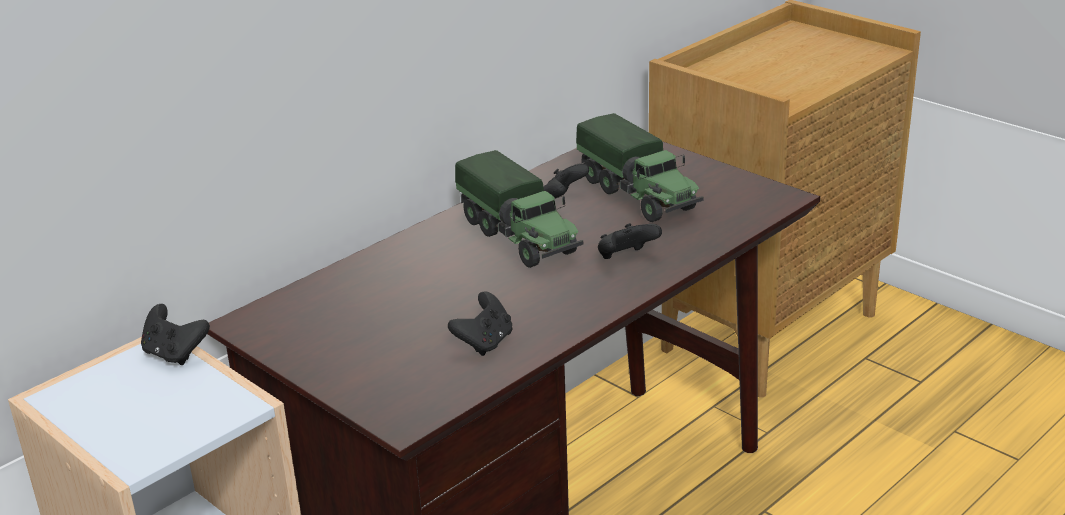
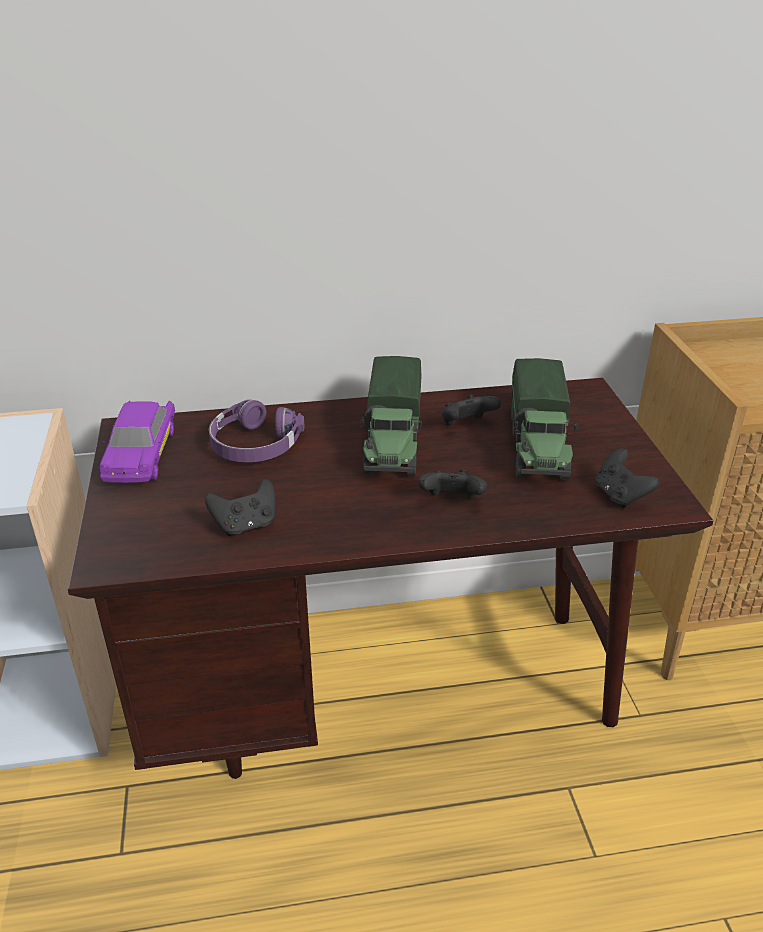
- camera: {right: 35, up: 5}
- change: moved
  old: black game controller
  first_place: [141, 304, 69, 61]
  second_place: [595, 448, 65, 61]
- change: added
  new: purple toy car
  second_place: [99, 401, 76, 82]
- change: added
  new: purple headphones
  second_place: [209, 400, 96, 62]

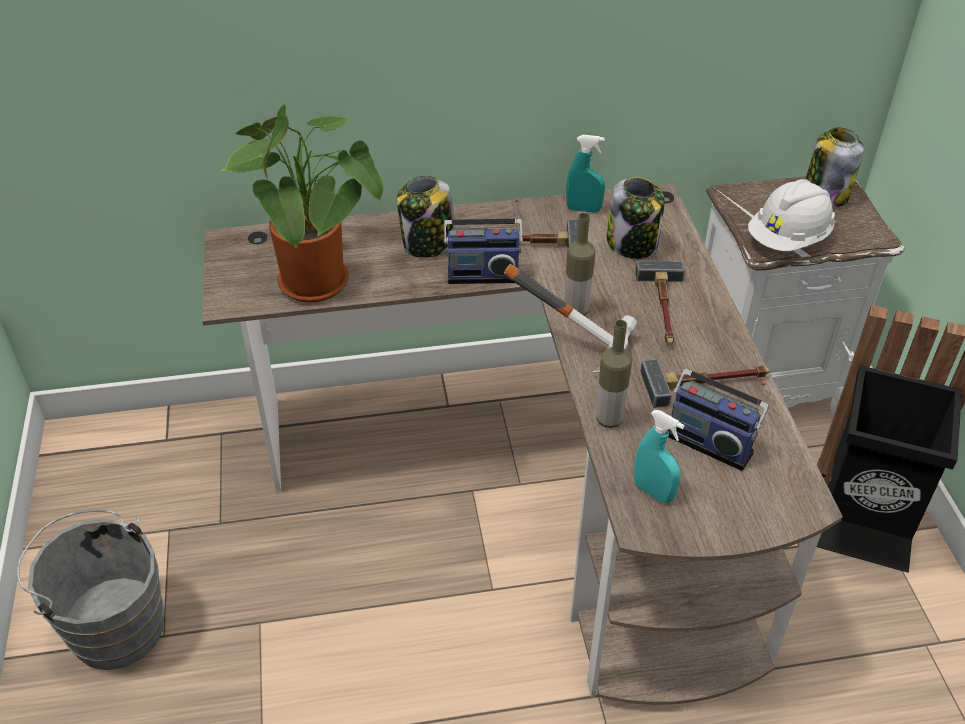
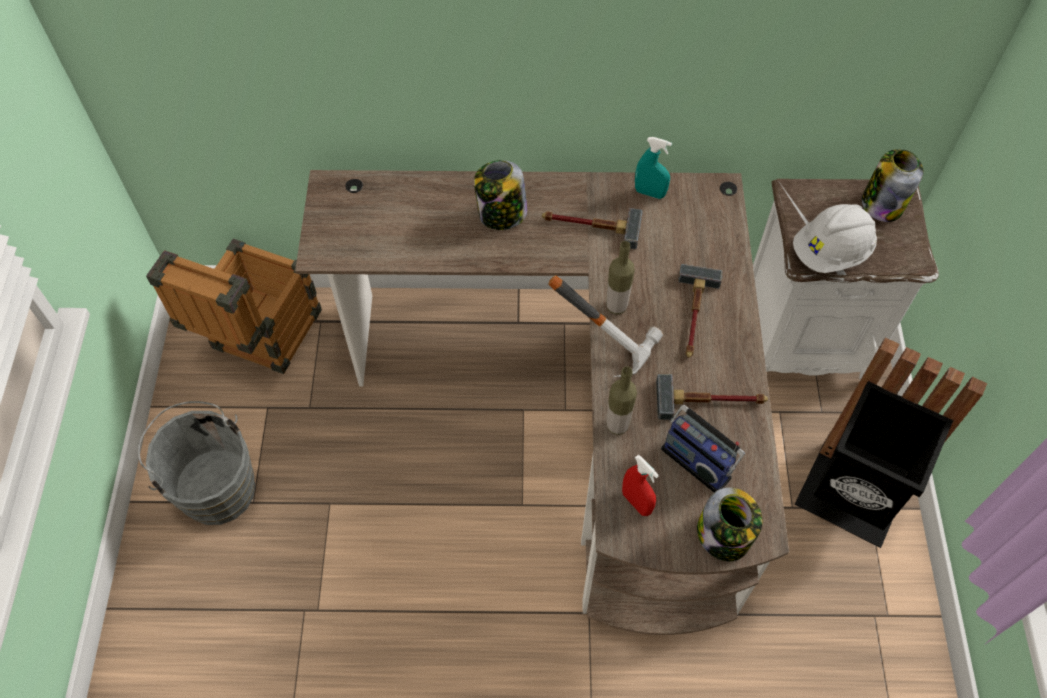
- camera: {right: 10, up: 15}
- change: removed
  old: potted plant
  first_place: [220, 104, 164, 199]
- change: removed
  old: radio
  first_place: [444, 198, 79, 86]
- change: moved
  old: jar
  first_place: [607, 177, 58, 82]
  second_place: [697, 487, 65, 74]
- change: recoloured
  old: turquoise spray bottle
  new: red spray bottle
  first_place: [634, 410, 50, 93]
  second_place: [622, 455, 37, 61]
- change: added
  new: crate
  second_place: [146, 239, 176, 135]

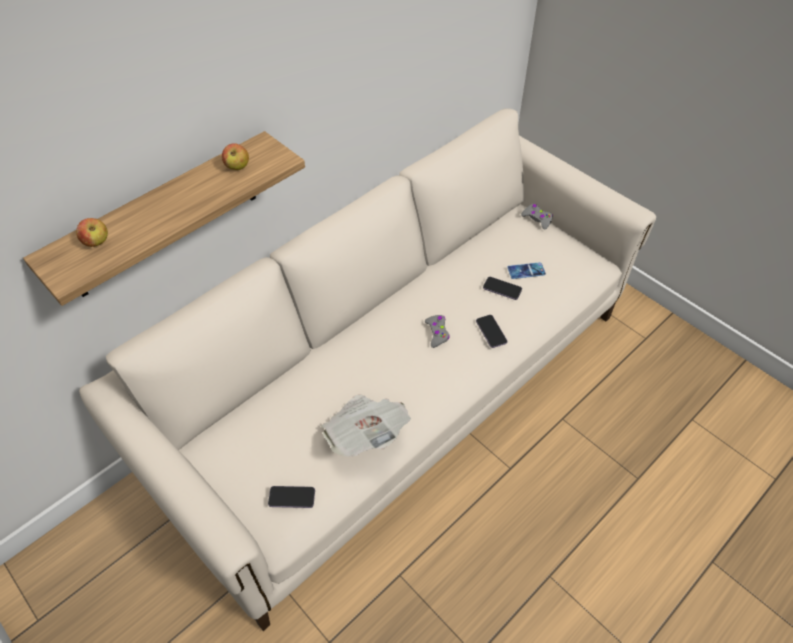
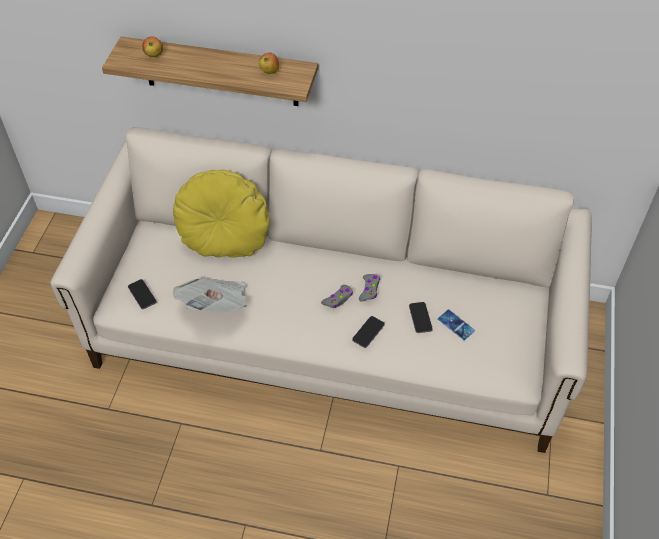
- camera: {right: 55, up: 0}
- change: moved
  old: grey game controller
  first_place: [521, 204, 32, 26]
  second_place: [359, 274, 21, 27]
- change: added
  new: yellow pillow
  second_place: [173, 170, 97, 88]

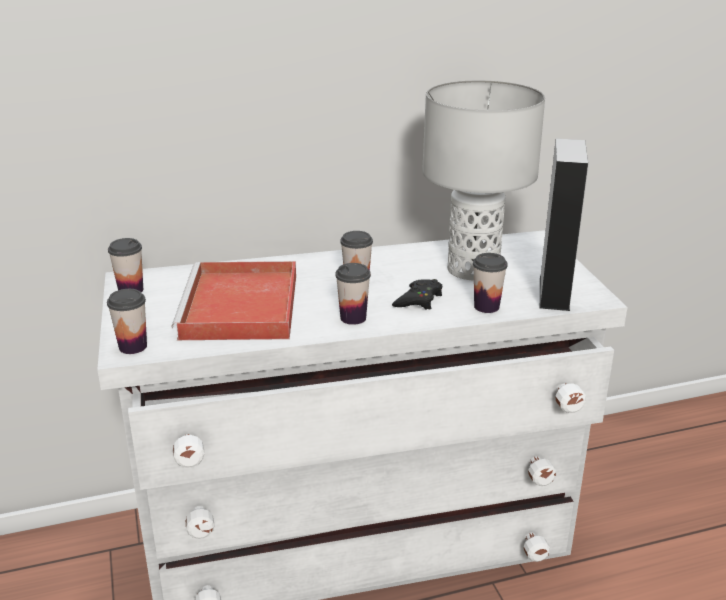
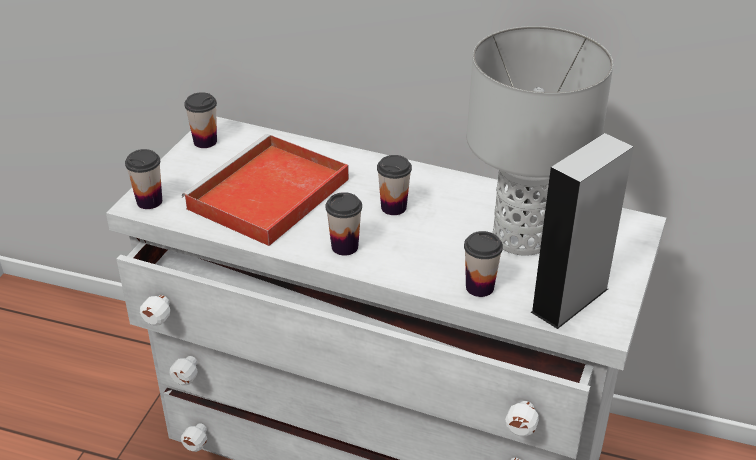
- camera: {right: 35, up: 10}
- change: removed
  old: black game controller
  first_place: [392, 279, 50, 31]

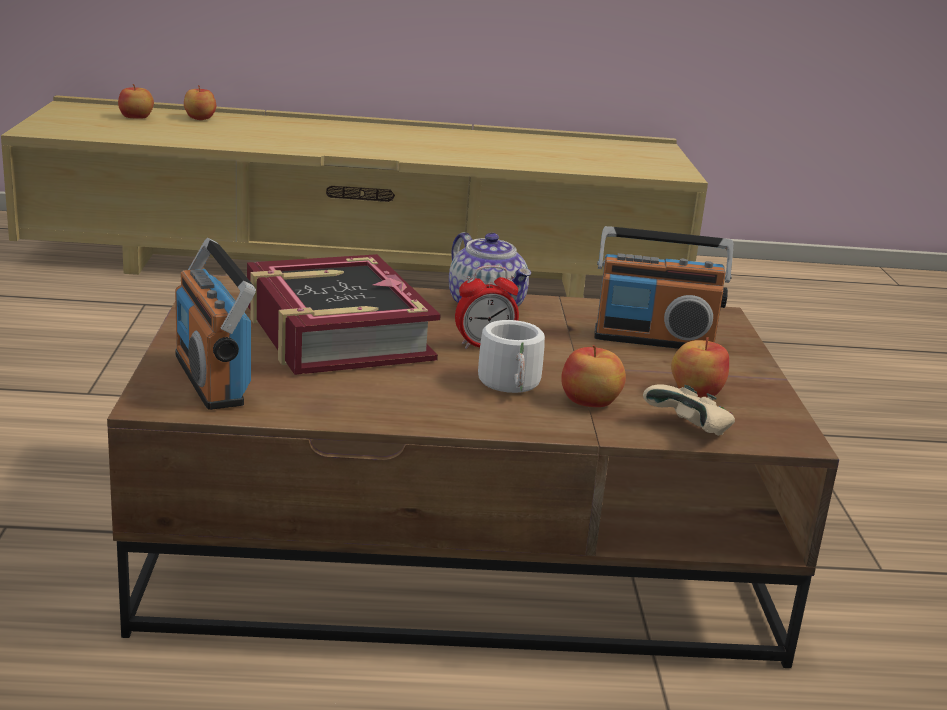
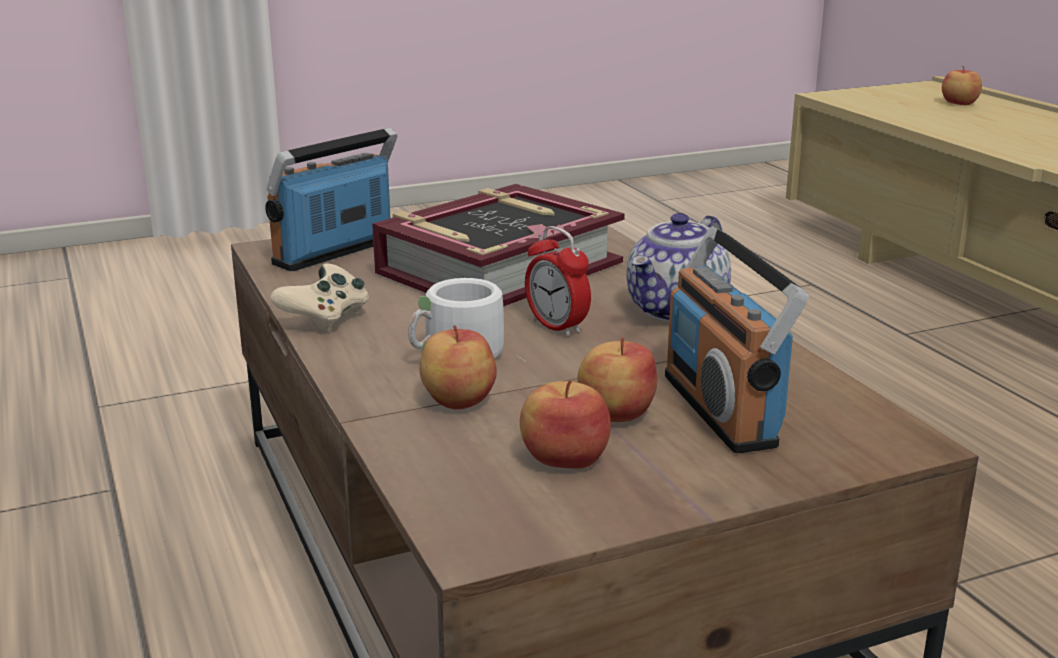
- camera: {right: 70, up: 0}
- change: moved
  old: apple
  first_place: [184, 85, 32, 35]
  second_place: [577, 337, 80, 85]
- change: moved
  old: beige game controller
  first_place: [643, 385, 92, 51]
  second_place: [270, 263, 99, 69]

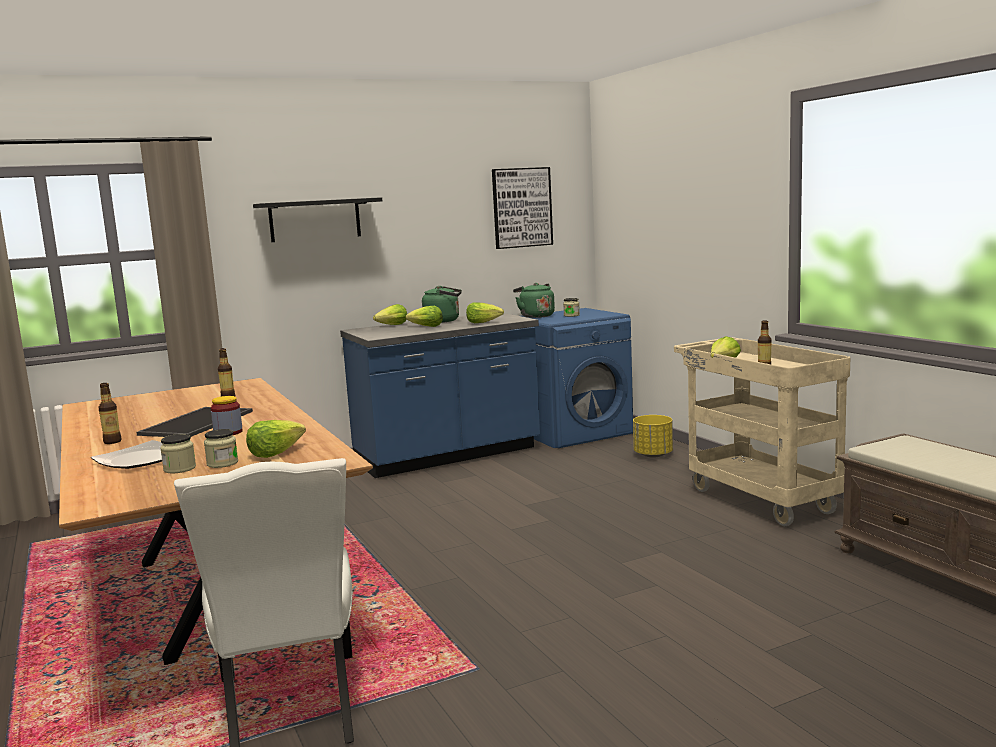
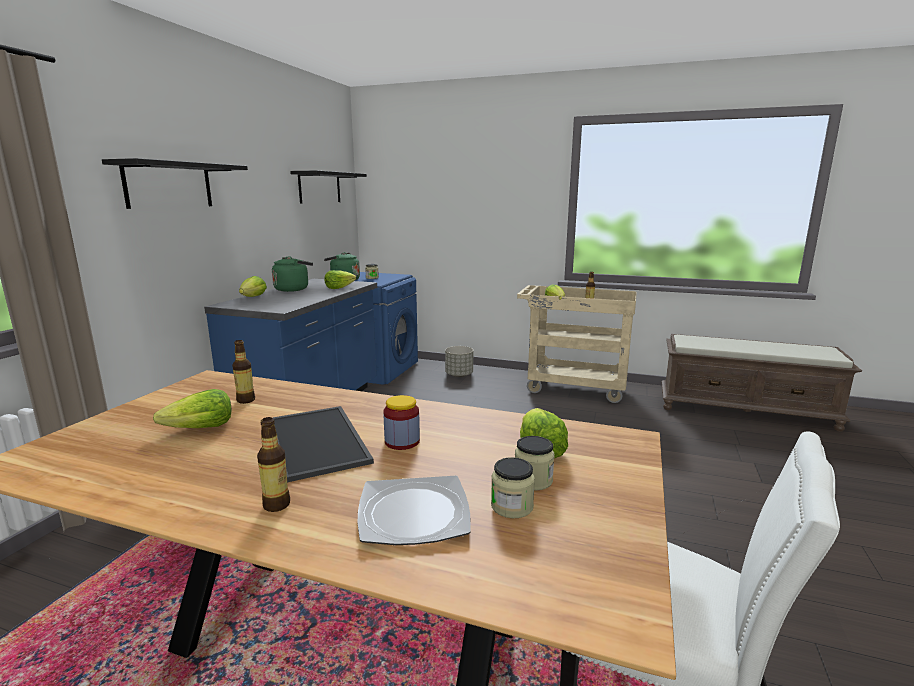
- camera: {right: -45, up: 5}
- change: moved
  old: lettuce
  first_place: [406, 306, 37, 21]
  second_place: [153, 389, 79, 39]
- change: replaced
  old: picture
  new: black shelf
  first_place: [492, 167, 61, 82]
  second_place: [290, 170, 77, 33]
- change: recoloured
  old: yellow planter
  new: grey planter
  first_place: [633, 415, 40, 43]
  second_place: [445, 346, 28, 31]

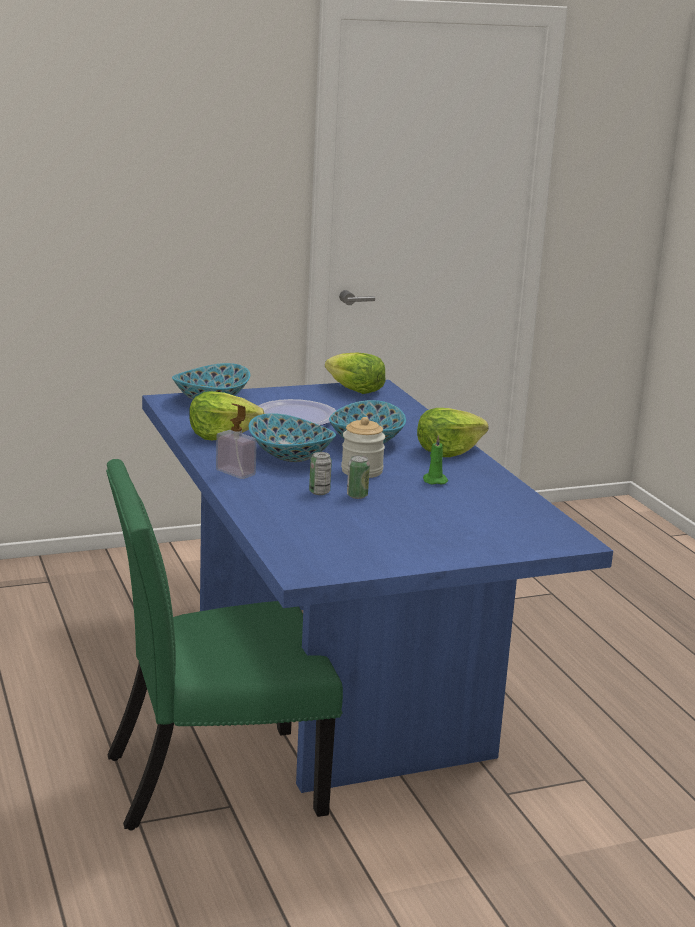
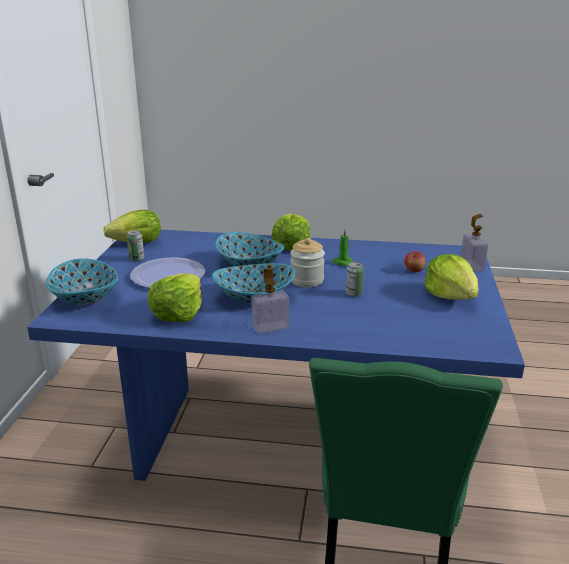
- camera: {right: -60, up: 5}
- change: moved
  old: can
  first_place: [309, 452, 23, 43]
  second_place: [127, 230, 17, 31]
- change: added
  new: apple
  second_place: [404, 251, 22, 21]
- change: added
  new: lettuce
  second_place: [424, 254, 55, 46]
- change: added
  new: soap dispenser
  second_place: [461, 214, 27, 58]

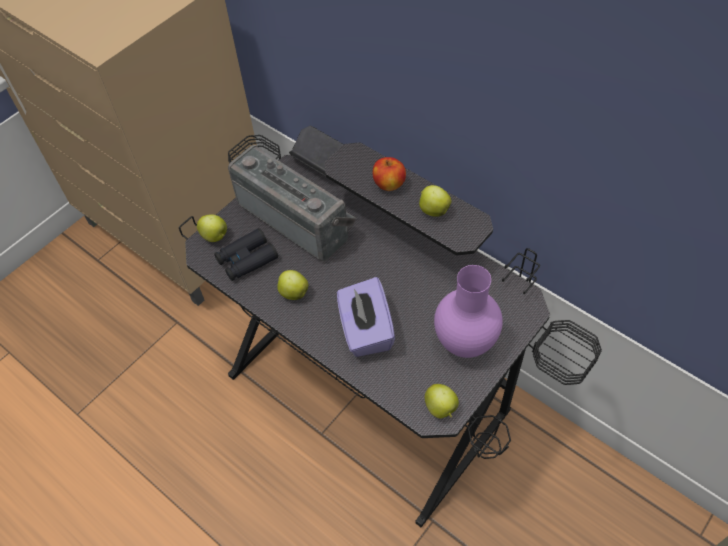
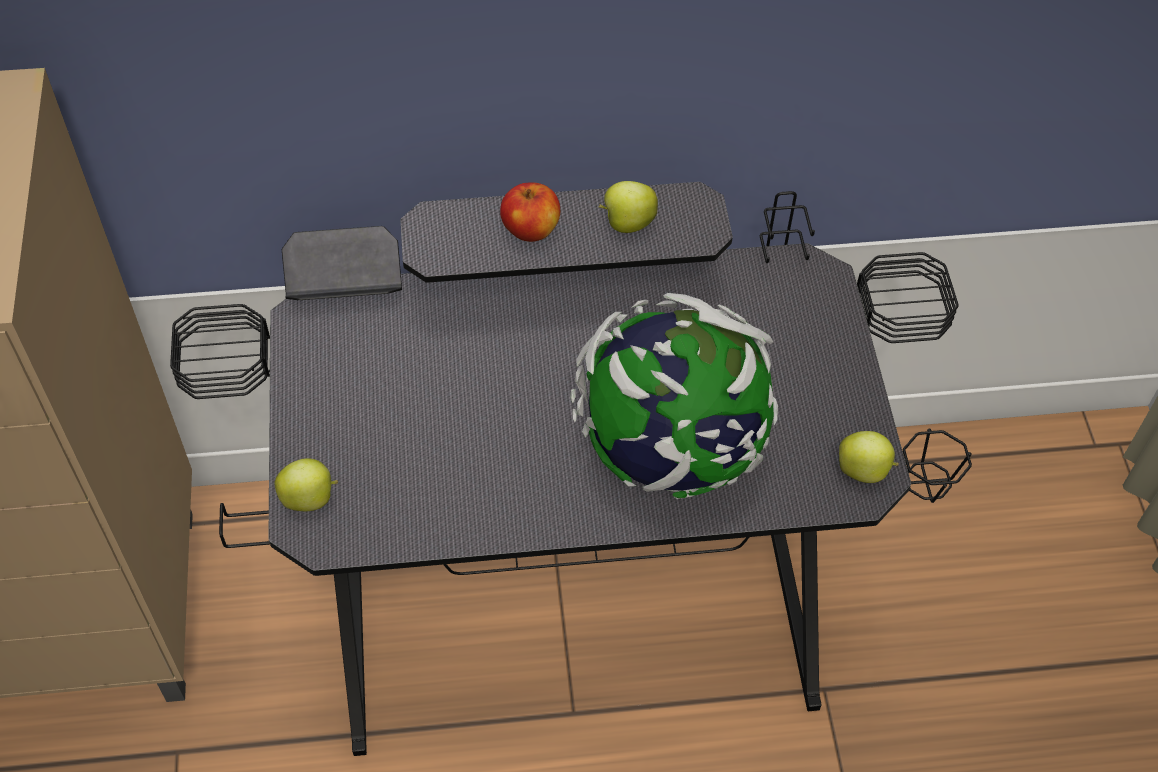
- camera: {right: -50, up: 0}
- change: removed
  old: black binoculars
  first_place: [214, 228, 64, 53]
- change: removed
  old: radio
  first_place: [228, 145, 128, 116]
- change: removed
  old: apple
  first_place: [277, 270, 31, 30]
- change: replaced
  old: purple tissue box
  new: globe
  first_place: [337, 277, 58, 80]
  second_place: [571, 293, 207, 206]
- change: removed
  old: purple vase
  first_place: [434, 265, 69, 93]

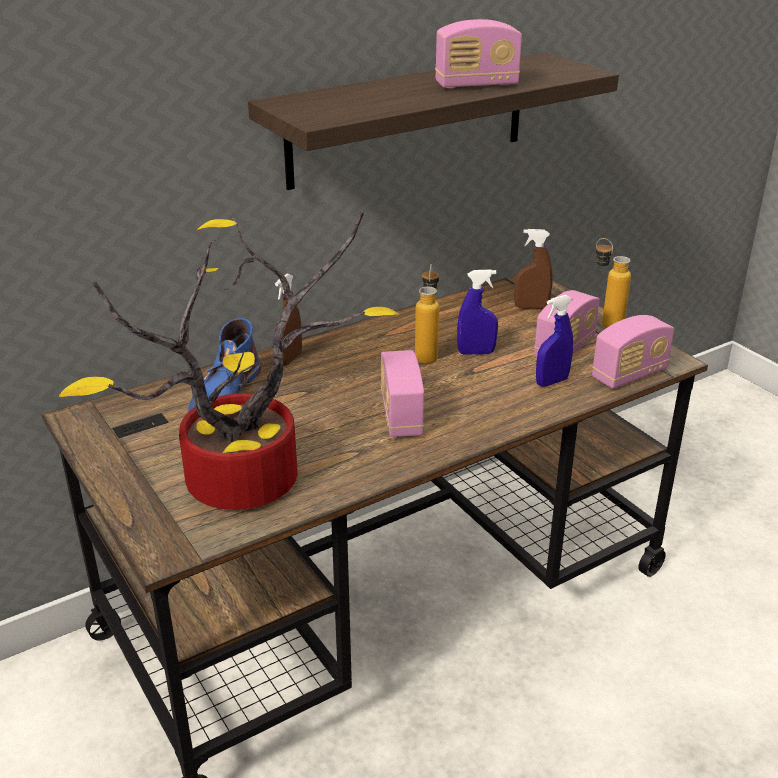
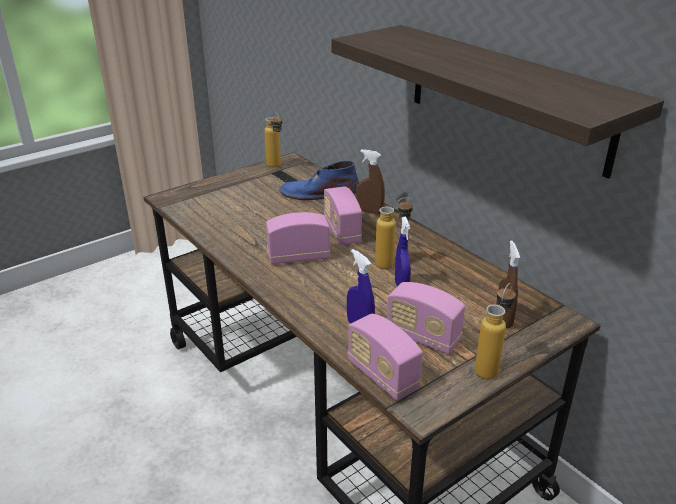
- camera: {right: 85, up: 0}
- change: removed
  old: potted plant
  first_place: [59, 211, 342, 299]
- change: moved
  old: radio
  first_place: [435, 19, 87, 70]
  second_place: [324, 187, 38, 58]
- change: added
  new: bottle
  second_place: [264, 112, 18, 55]

